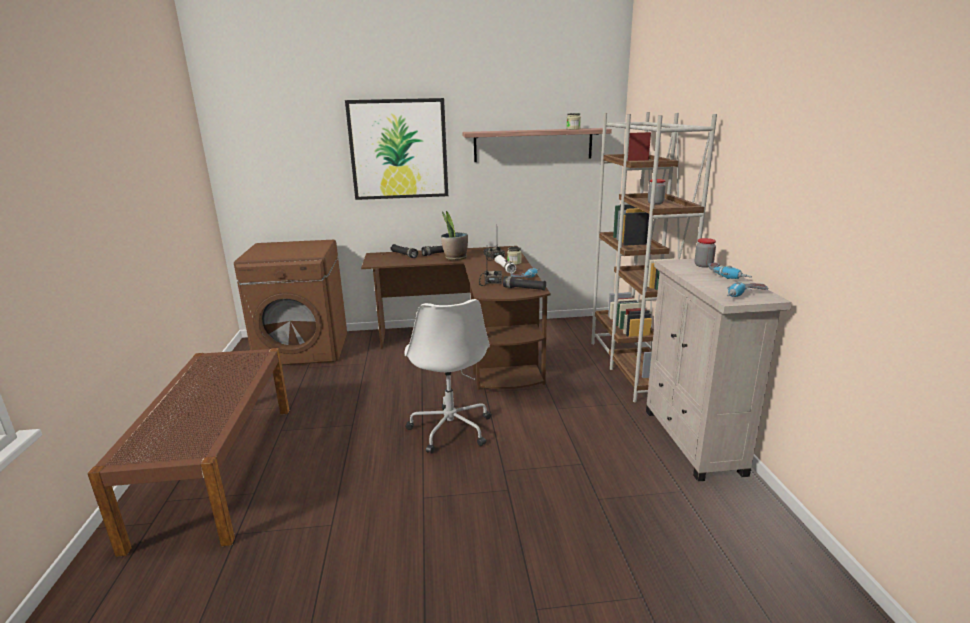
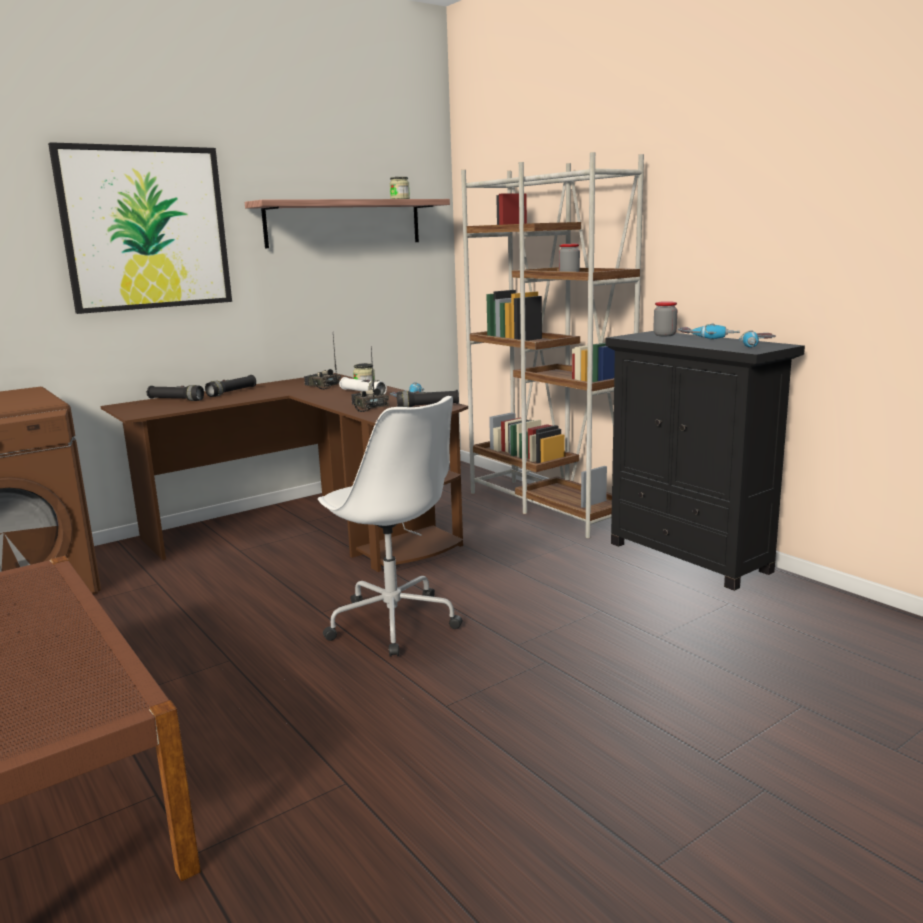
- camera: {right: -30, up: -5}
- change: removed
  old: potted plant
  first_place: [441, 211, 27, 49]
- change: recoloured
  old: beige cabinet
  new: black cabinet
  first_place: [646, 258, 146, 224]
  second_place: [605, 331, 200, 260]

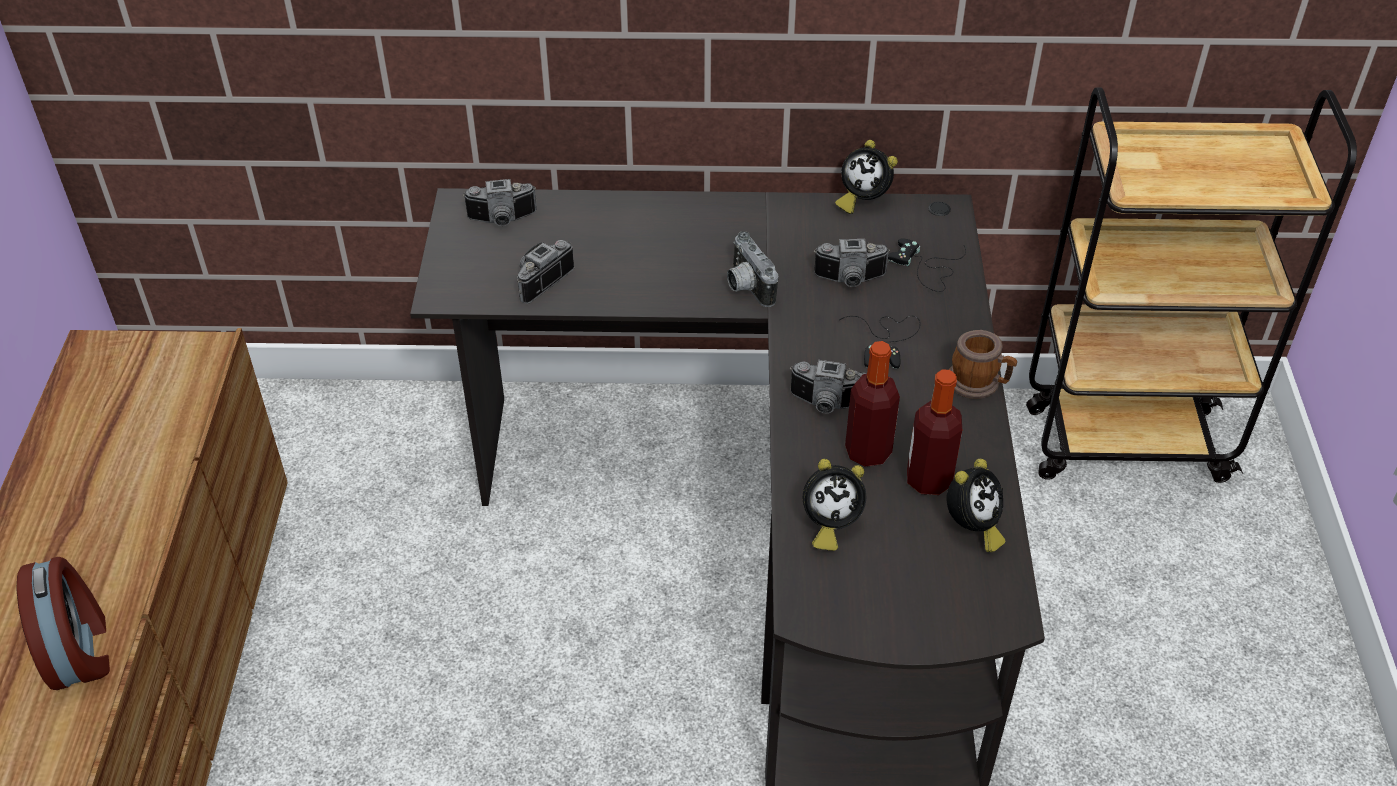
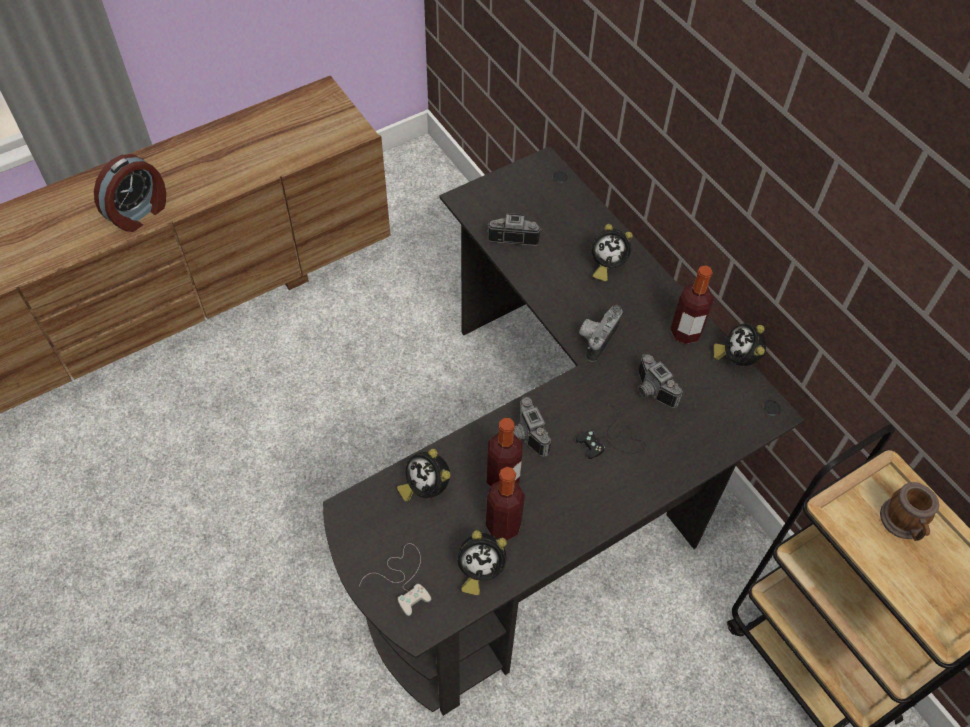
- camera: {right: 55, up: 10}
- change: removed
  old: photo camera
  first_place: [463, 179, 74, 47]
- change: removed
  old: black game controller
  first_place: [888, 239, 78, 53]
- change: moved
  old: mug
  first_place: [949, 330, 68, 69]
  second_place: [880, 482, 59, 59]
- change: added
  new: white game controller
  second_place: [359, 543, 72, 73]
- change: added
  new: alarm clock
  second_place: [591, 224, 42, 57]
- change: added
  new: bottle
  second_place: [671, 265, 43, 79]

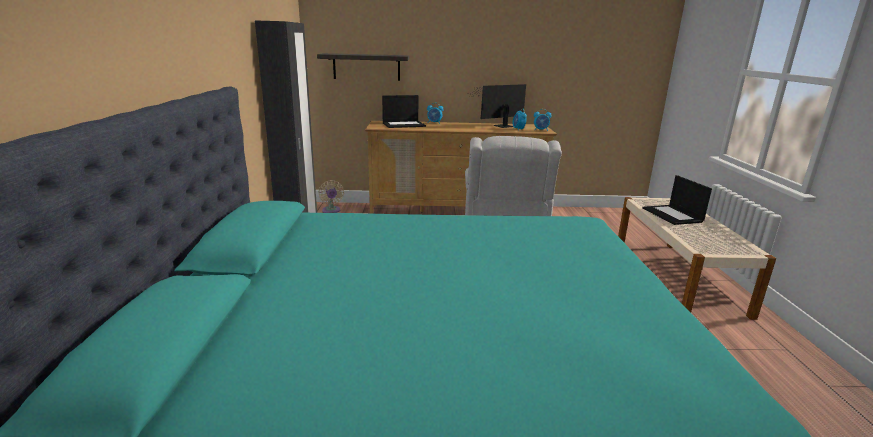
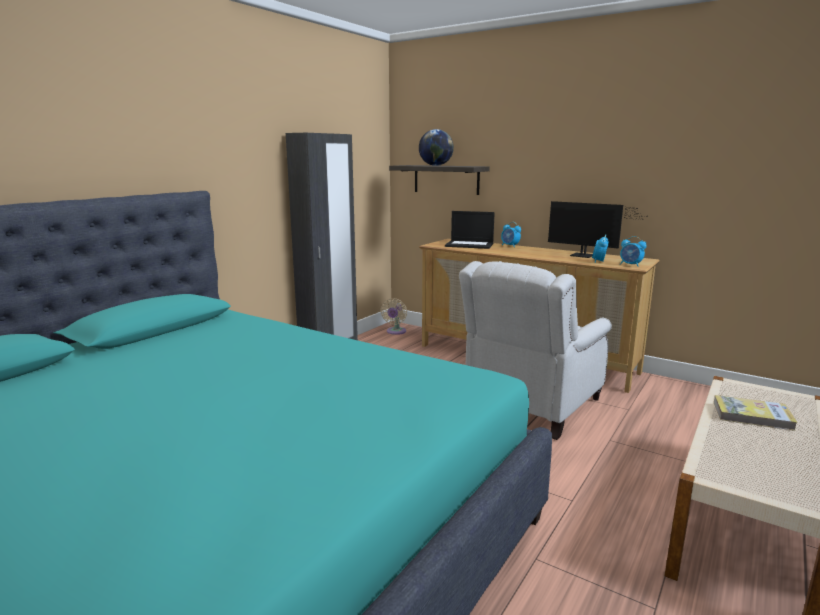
- camera: {right: 35, up: -5}
- change: turned
  old: monitor
  first_place: [467, 84, 59, 44]
  second_place: [548, 201, 98, 57]
  degrees: -150
- change: replaced
  old: laptop
  new: book
  first_place: [642, 175, 70, 50]
  second_place: [714, 395, 84, 36]
- change: added
  new: globe
  second_place: [419, 129, 35, 37]

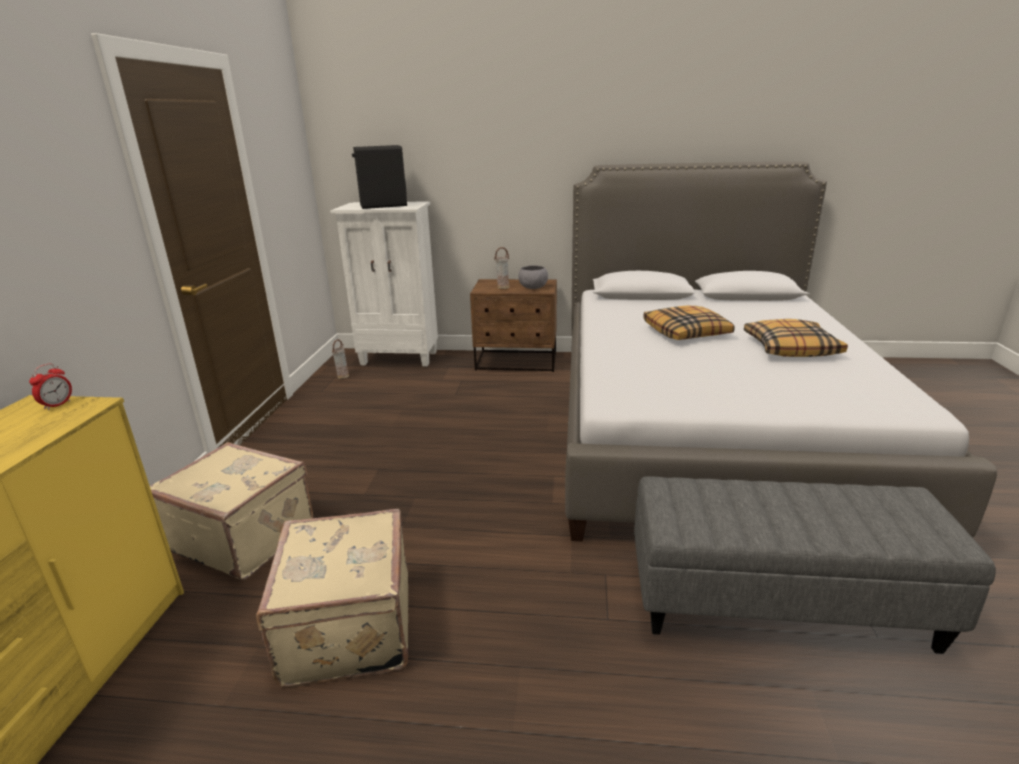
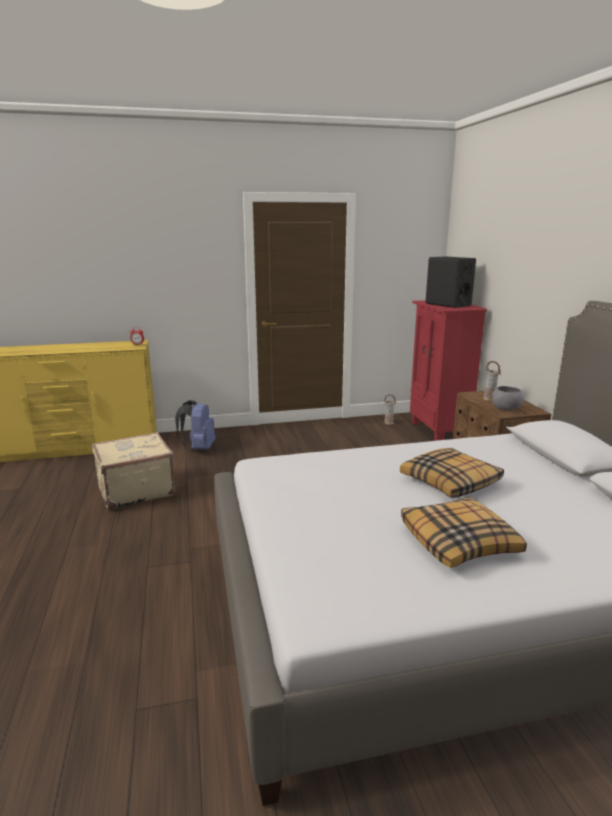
- camera: {right: 70, up: -5}
- change: replaced
  old: beige suitcase
  new: blue backpack
  first_place: [150, 442, 163, 138]
  second_place: [175, 400, 41, 51]
- change: recoloured
  old: white cabinet
  new: red cabinet
  first_place: [330, 201, 108, 166]
  second_place: [410, 300, 77, 141]
- change: removed
  old: grey ottoman
  first_place: [634, 476, 362, 178]

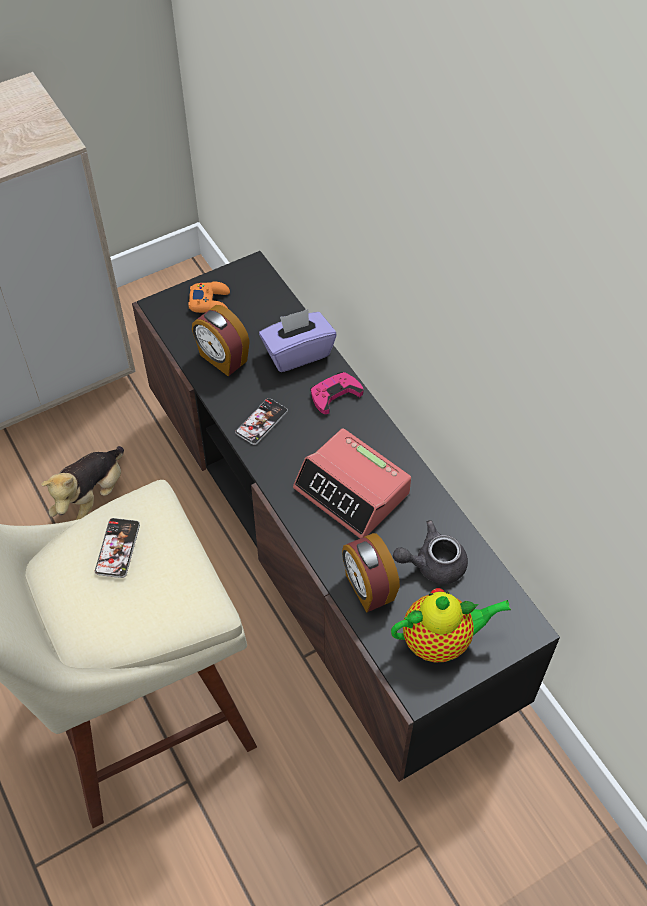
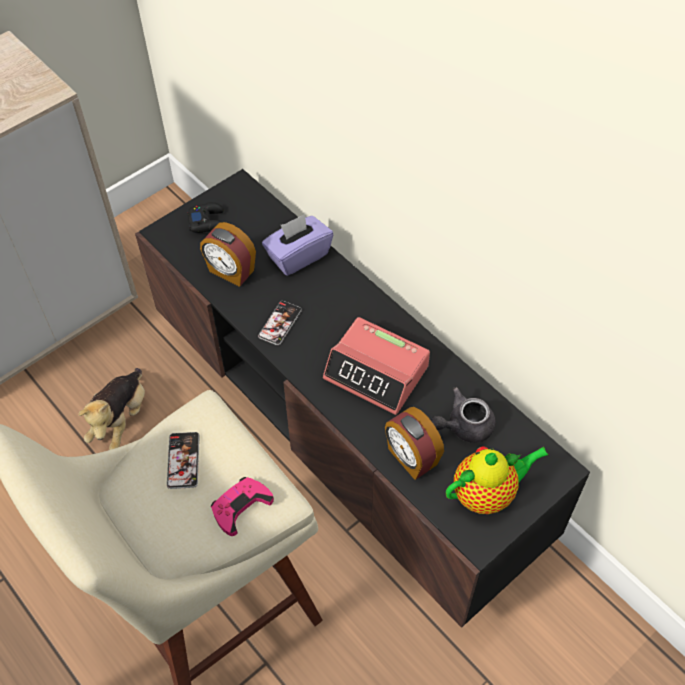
- camera: {right: -10, up: 0}
- change: recoloured
  old: orange game controller
  new: black game controller
  first_place: [188, 282, 42, 31]
  second_place: [187, 202, 37, 31]
- change: moved
  old: pink game controller
  first_place: [310, 372, 54, 42]
  second_place: [211, 477, 63, 59]

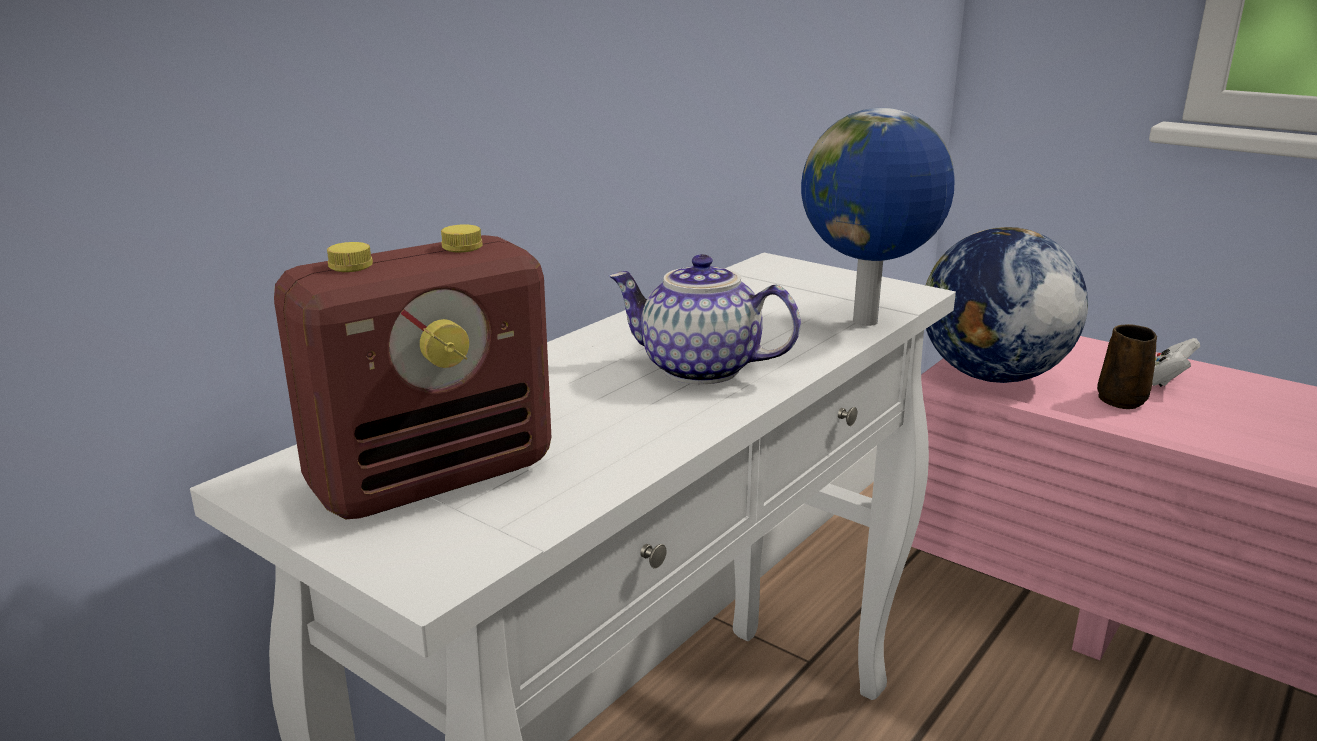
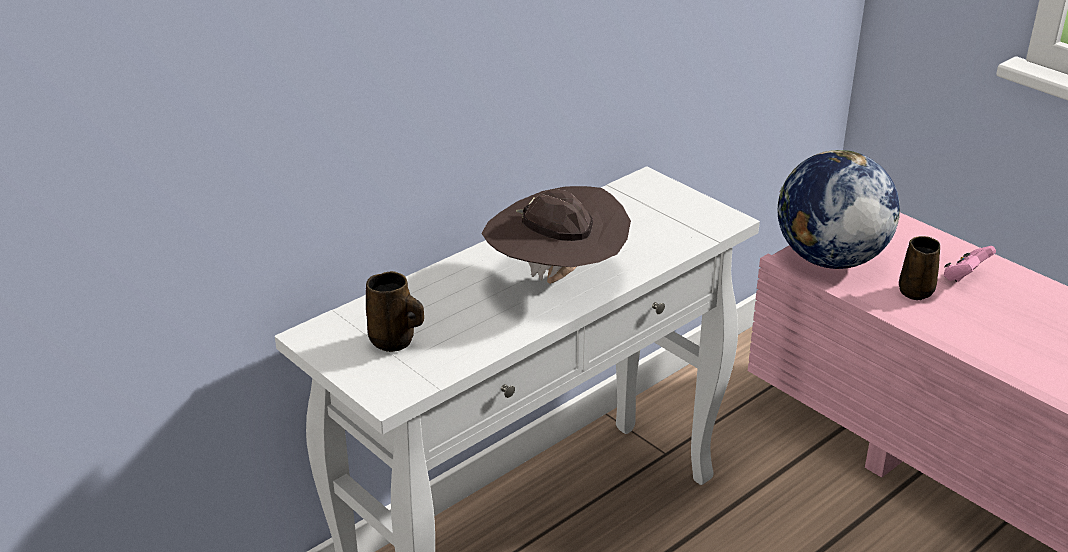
- camera: {right: 10, up: 10}
- change: replaced
  old: radio
  new: brown mug
  first_place: [274, 224, 277, 295]
  second_place: [366, 271, 58, 81]
- change: replaced
  old: teapot
  new: brown hat
  first_place: [609, 254, 192, 130]
  second_place: [481, 186, 150, 98]
- change: removed
  old: globe
  first_place: [801, 108, 154, 218]
- change: recoloured
  old: white game controller
  new: pink game controller
  first_place: [1152, 338, 48, 49]
  second_place: [944, 246, 52, 36]

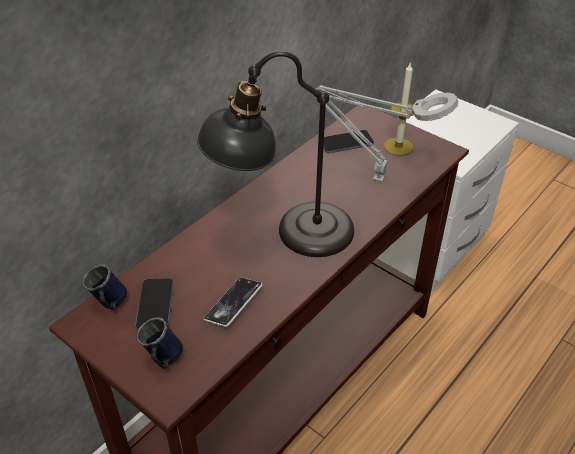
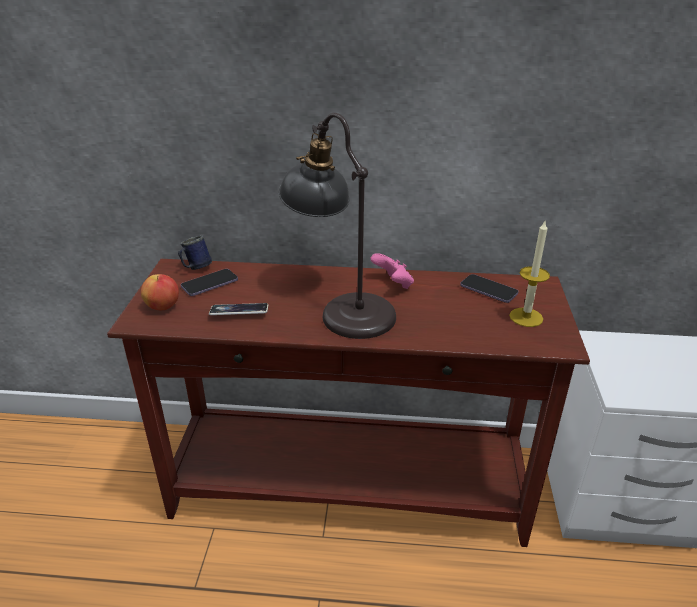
- camera: {right: 55, up: -10}
- change: replaced
  old: blue mug
  new: apple
  first_place: [137, 317, 46, 52]
  second_place: [141, 274, 38, 36]
- change: removed
  old: grey table lamp
  first_place: [316, 85, 142, 98]
- change: added
  new: pink game controller
  second_place: [371, 253, 43, 36]

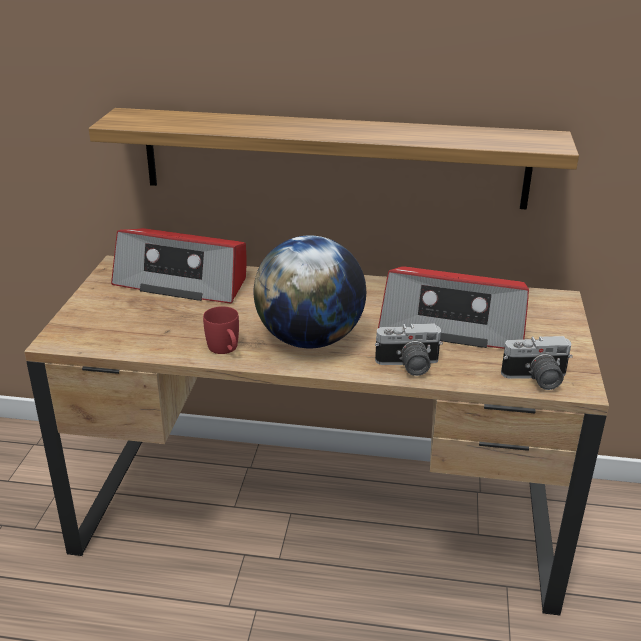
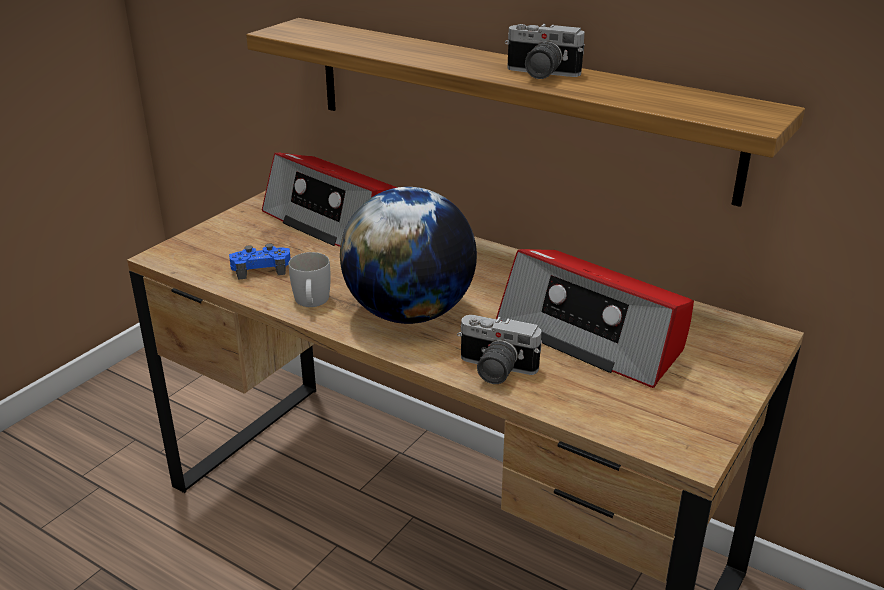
- camera: {right: 25, up: 0}
- change: recoloured
  old: red mug
  new: white mug
  first_place: [203, 306, 36, 48]
  second_place: [289, 252, 42, 55]
- change: moved
  old: photo camera
  first_place: [501, 336, 72, 54]
  second_place: [505, 24, 80, 55]
- change: added
  new: blue game controller
  second_place: [229, 244, 62, 36]

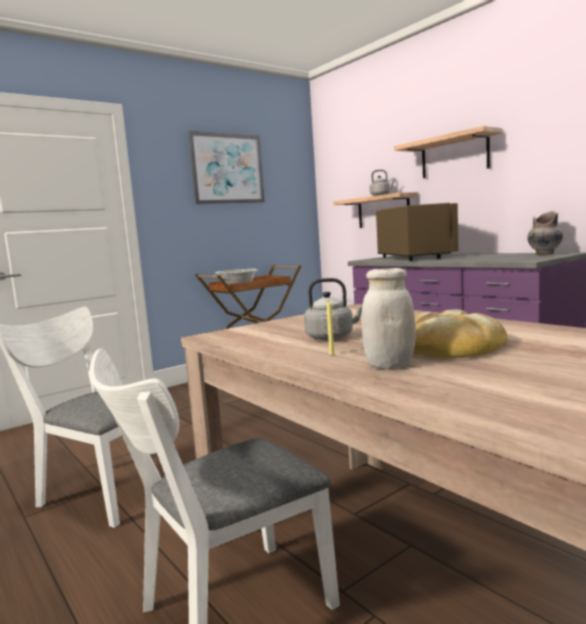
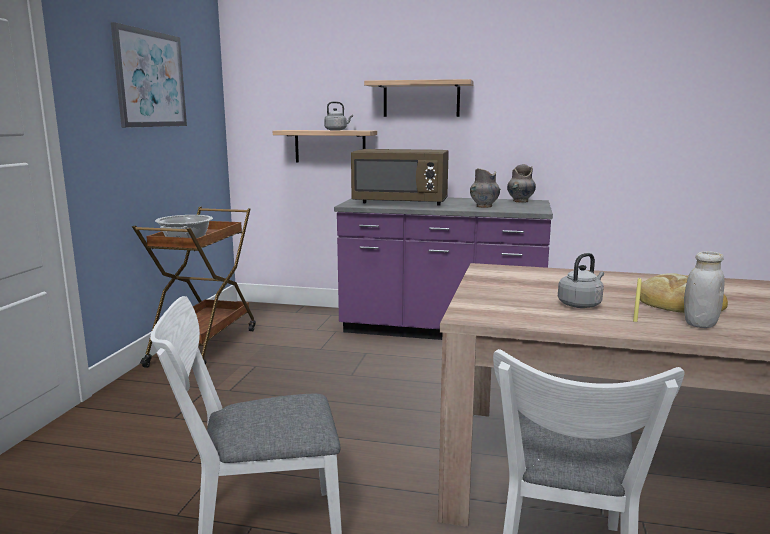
- camera: {right: -40, up: 5}
- change: turned
  old: brown microwave
  first_place: [376, 203, 82, 58]
  second_place: [351, 149, 98, 57]
  degrees: 150
- change: added
  new: grey vase
  second_place: [470, 168, 31, 40]

